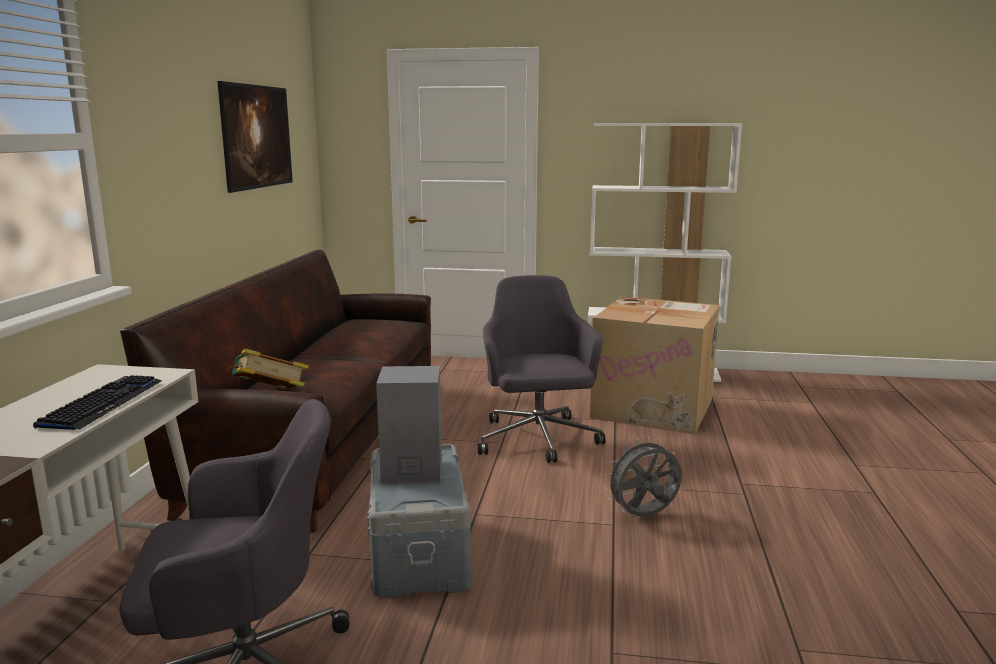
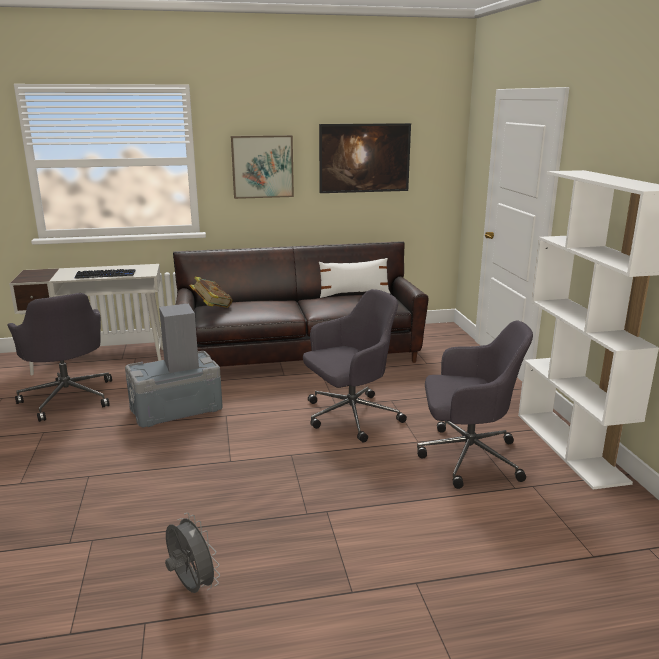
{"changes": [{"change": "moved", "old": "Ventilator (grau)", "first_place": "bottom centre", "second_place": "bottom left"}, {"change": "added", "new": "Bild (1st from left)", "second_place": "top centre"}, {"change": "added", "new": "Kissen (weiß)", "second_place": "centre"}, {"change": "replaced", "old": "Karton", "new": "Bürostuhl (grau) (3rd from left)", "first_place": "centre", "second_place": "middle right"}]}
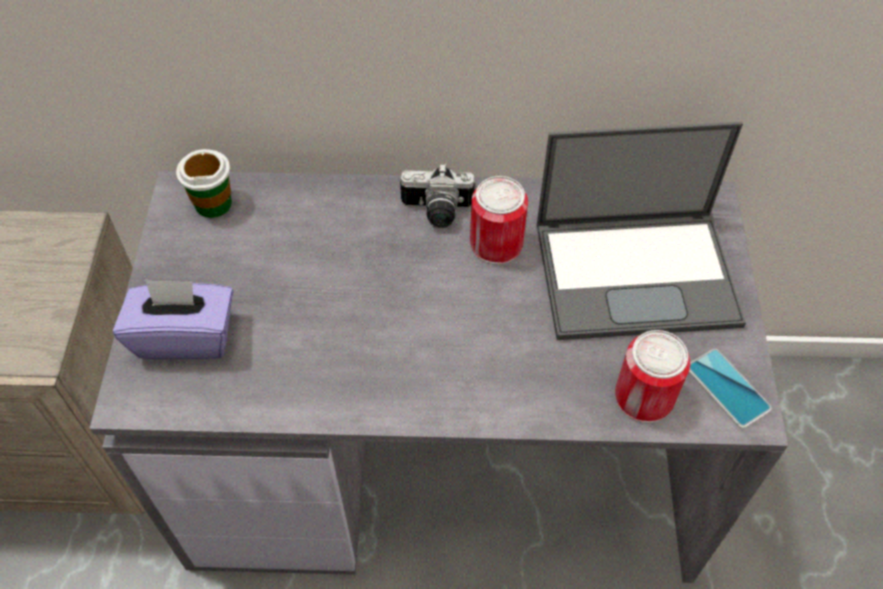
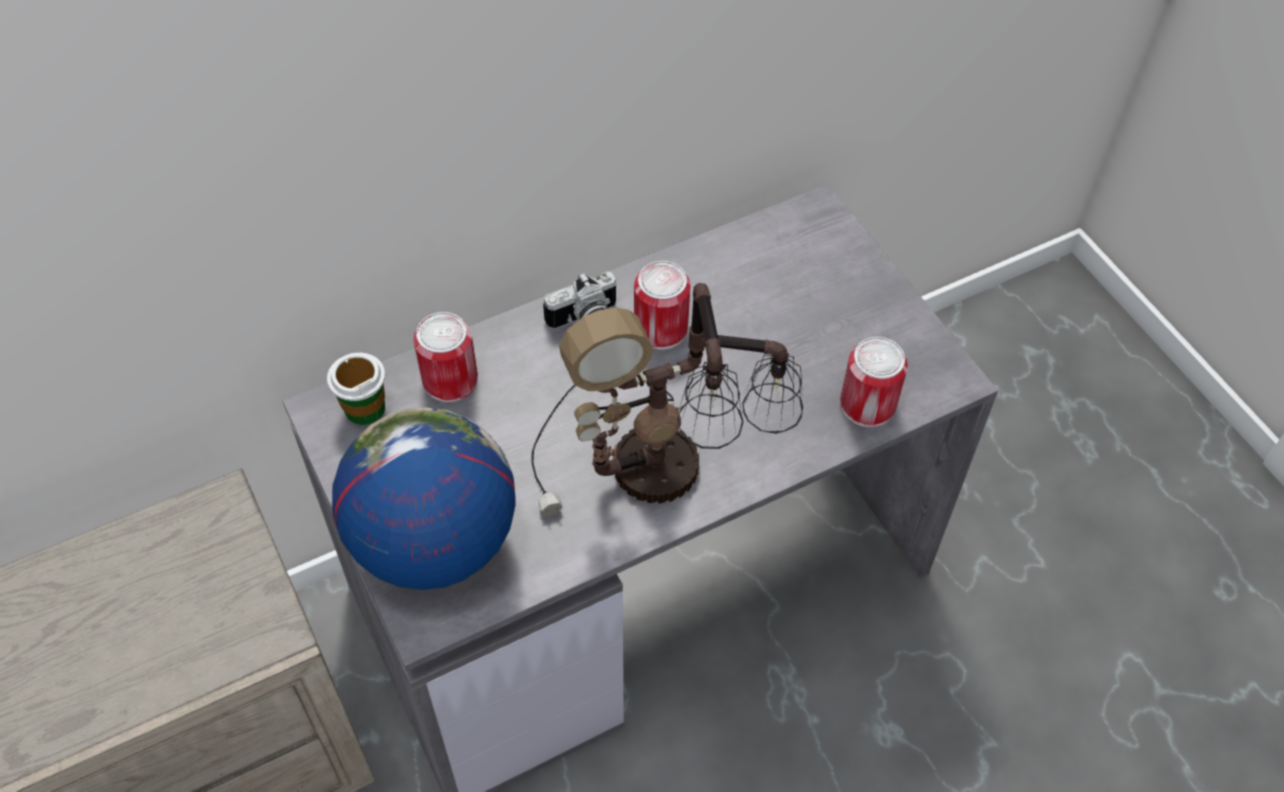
{"changes": [{"change": "replaced", "old": "Taschentuchbox (lila)", "new": "Globus", "first_place": "middle left", "second_place": "middle left"}, {"change": "added", "new": "Dose (1st from left)", "second_place": "centre"}, {"change": "added", "new": "Tischlampe", "second_place": "centre"}, {"change": "removed", "old": "Laptop", "first_place": "middle right"}, {"change": "removed", "old": "Handy", "first_place": "middle right"}]}
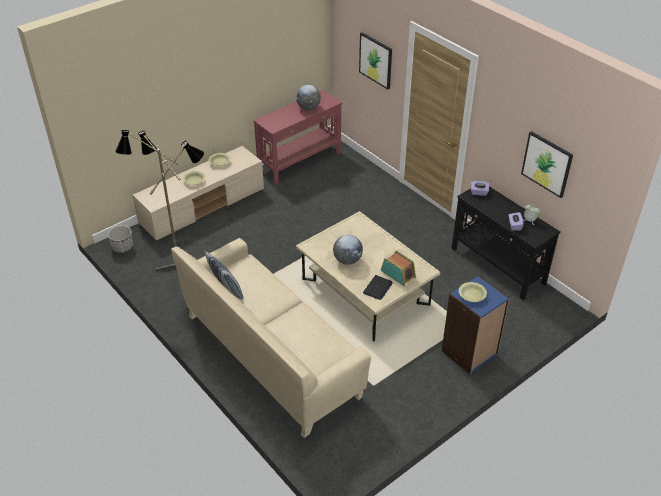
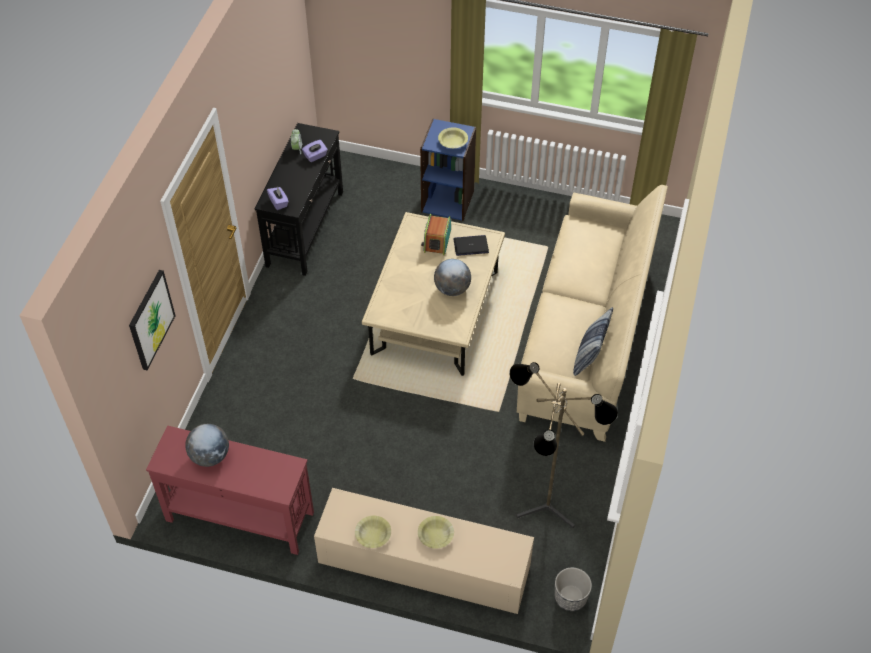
{"changes": [{"change": "removed", "old": "Bild (2nd from left)", "first_place": "top right"}]}
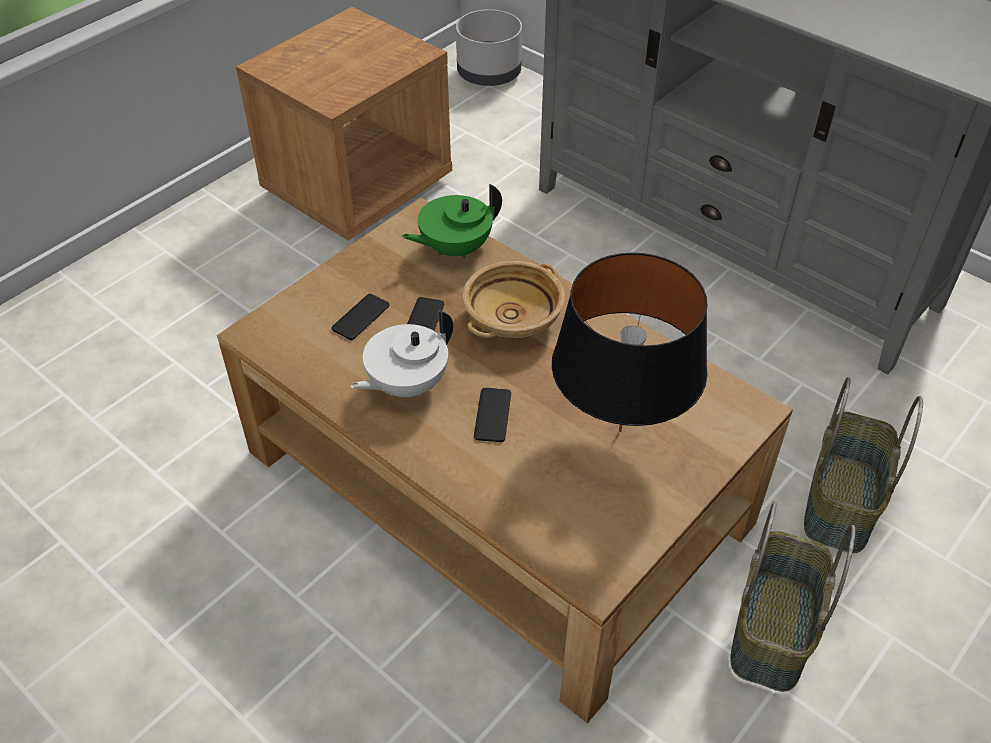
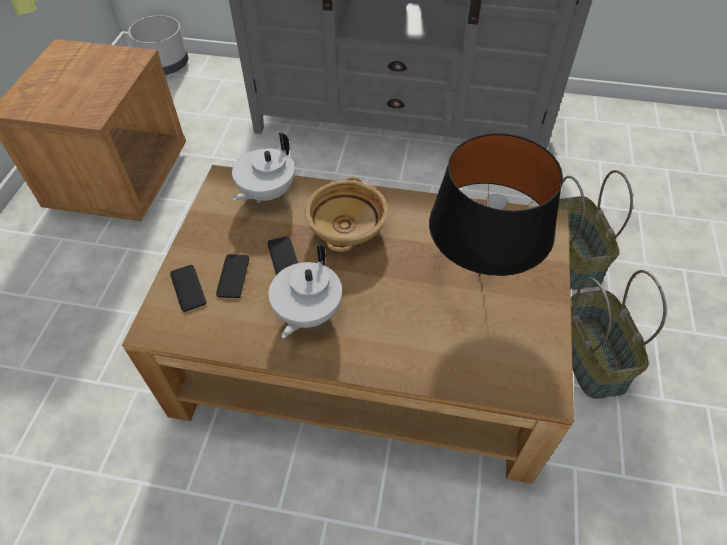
{"changes": [{"change": "moved", "old": "Handy (3rd from left in the first image)", "new": "Handy (1st from left)", "first_place": "centre", "second_place": "middle left"}, {"change": "recoloured", "old": "Teekanne (grün)", "new": "Teekanne (weiß) (1st from left)", "first_place": "top centre", "second_place": "top centre"}]}
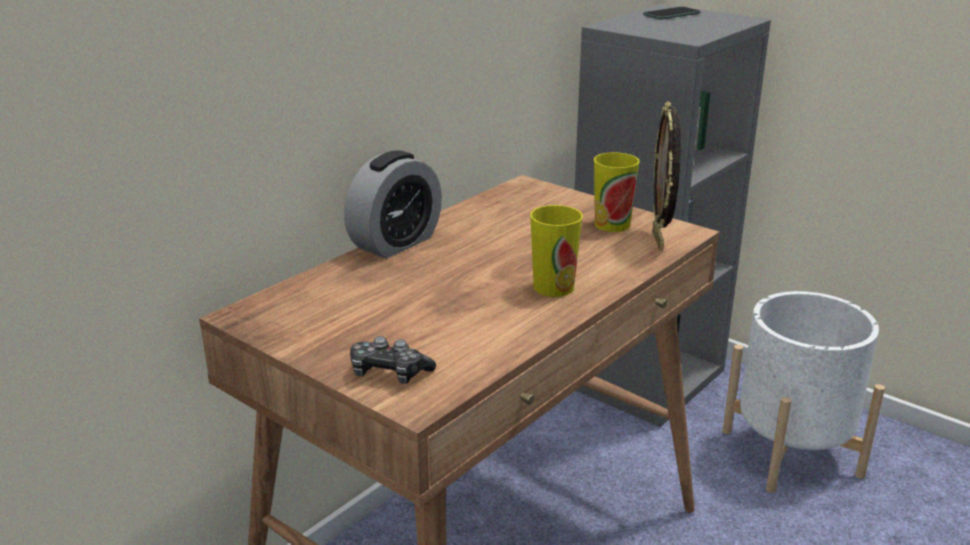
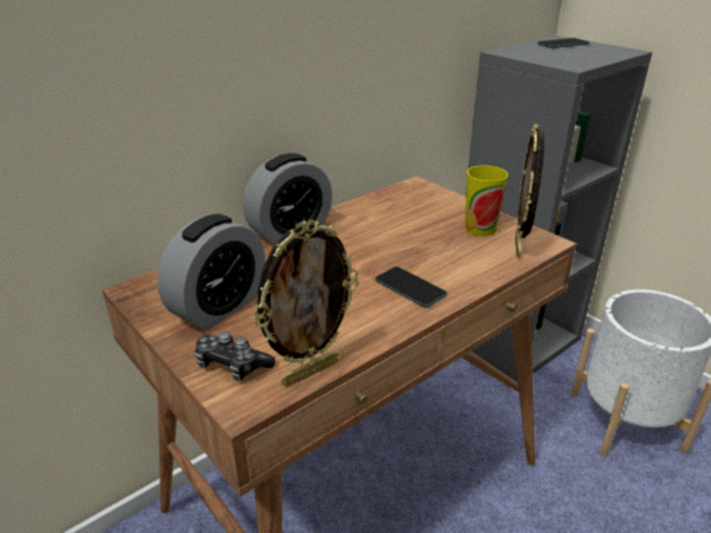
{"changes": [{"change": "added", "new": "Wecker (1st from left)", "second_place": "middle left"}, {"change": "added", "new": "Bilderrahmen (1st from left)", "second_place": "centre"}, {"change": "replaced", "old": "Tasse (1st from left)", "new": "Handy (1st from left)", "first_place": "centre", "second_place": "centre"}]}
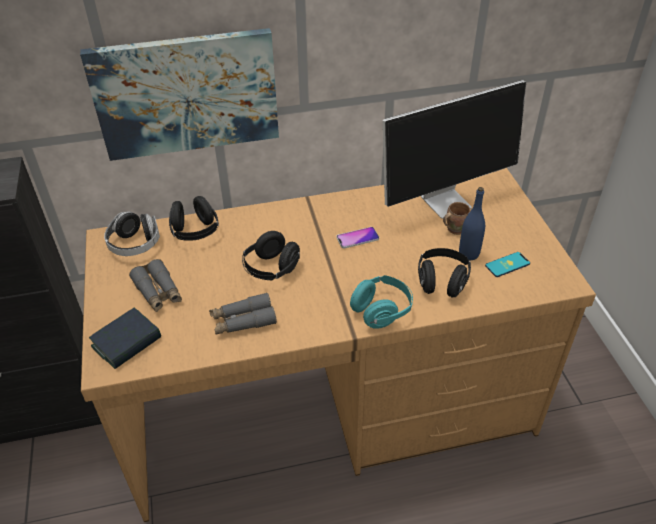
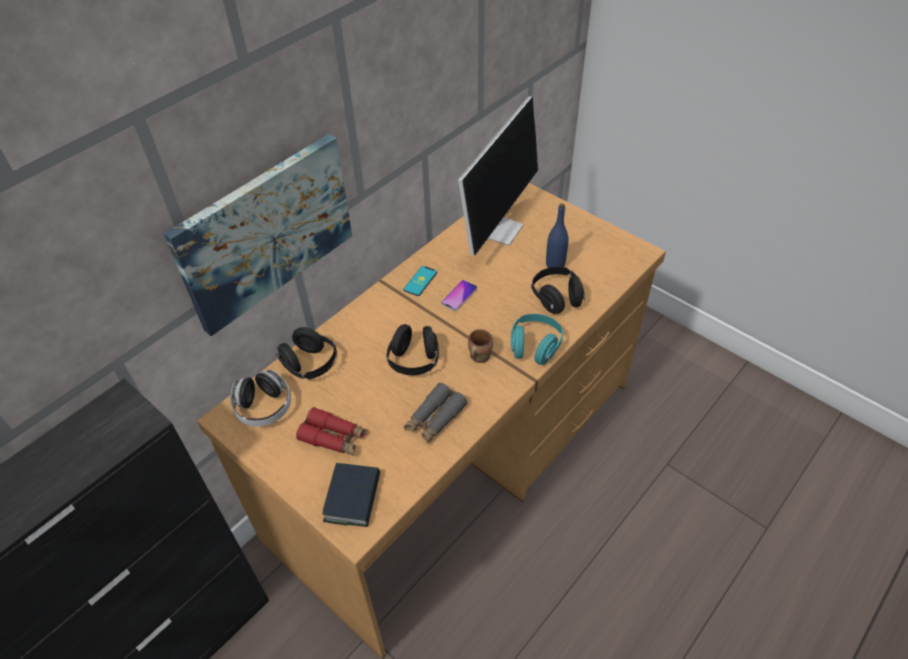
{"changes": [{"change": "recoloured", "old": "Fernglas (grau) (1st from left)", "new": "Fernglas (rot)", "first_place": "middle left", "second_place": "centre"}, {"change": "moved", "old": "Handy (2nd from left in the first image)", "new": "Handy (1st from left)", "first_place": "middle right", "second_place": "centre"}, {"change": "moved", "old": "Henkelbecher (braun)", "first_place": "middle right", "second_place": "centre"}]}
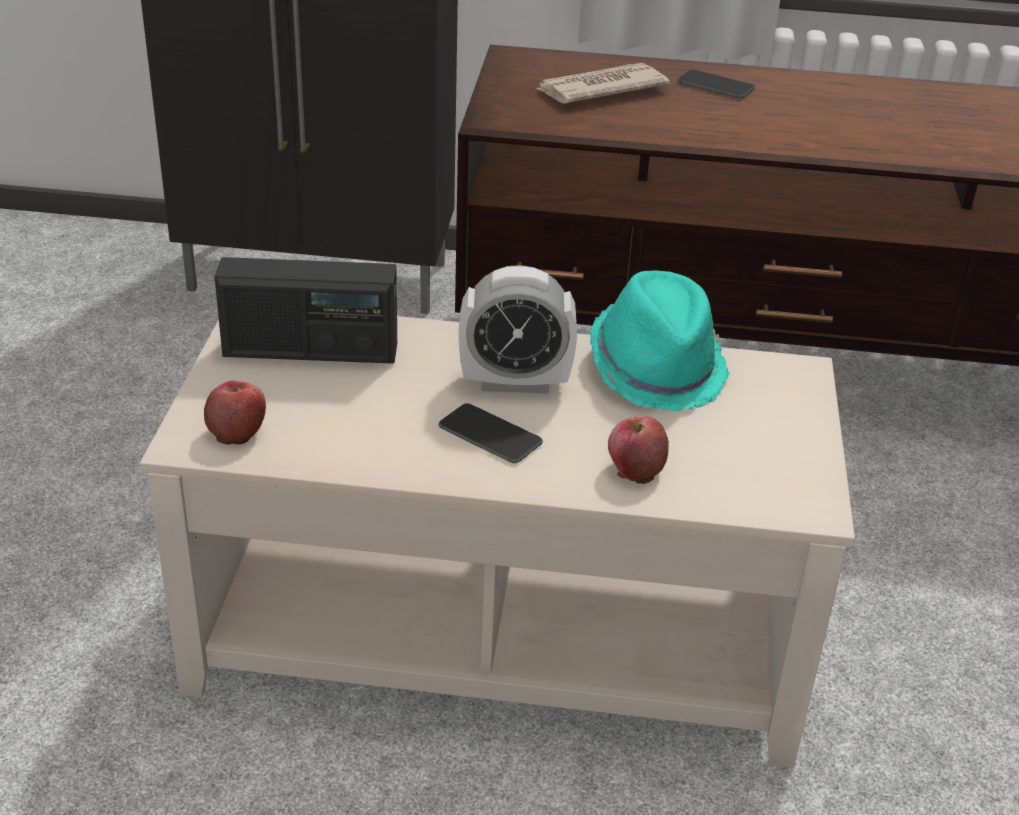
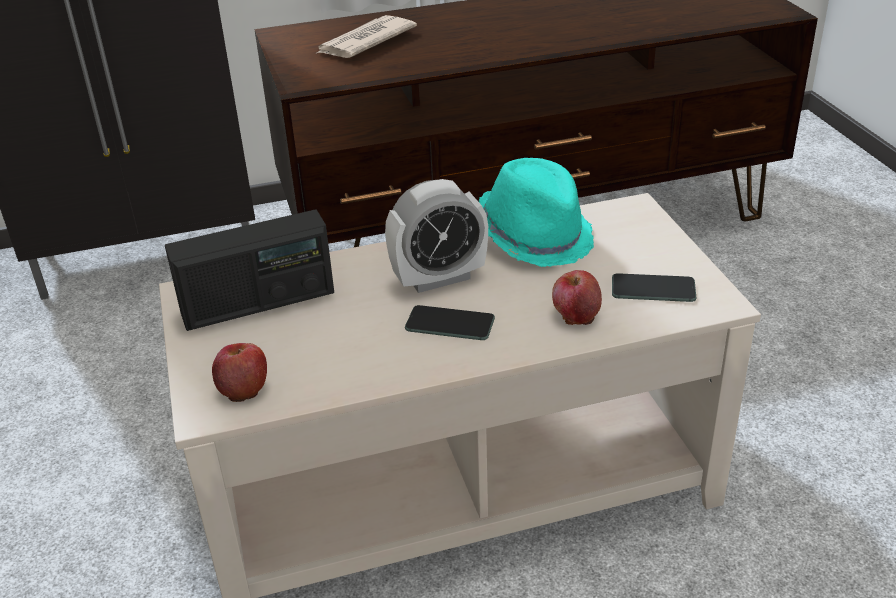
{"changes": [{"change": "moved", "old": "Handy (2nd from left)", "first_place": "top right", "second_place": "middle right"}]}
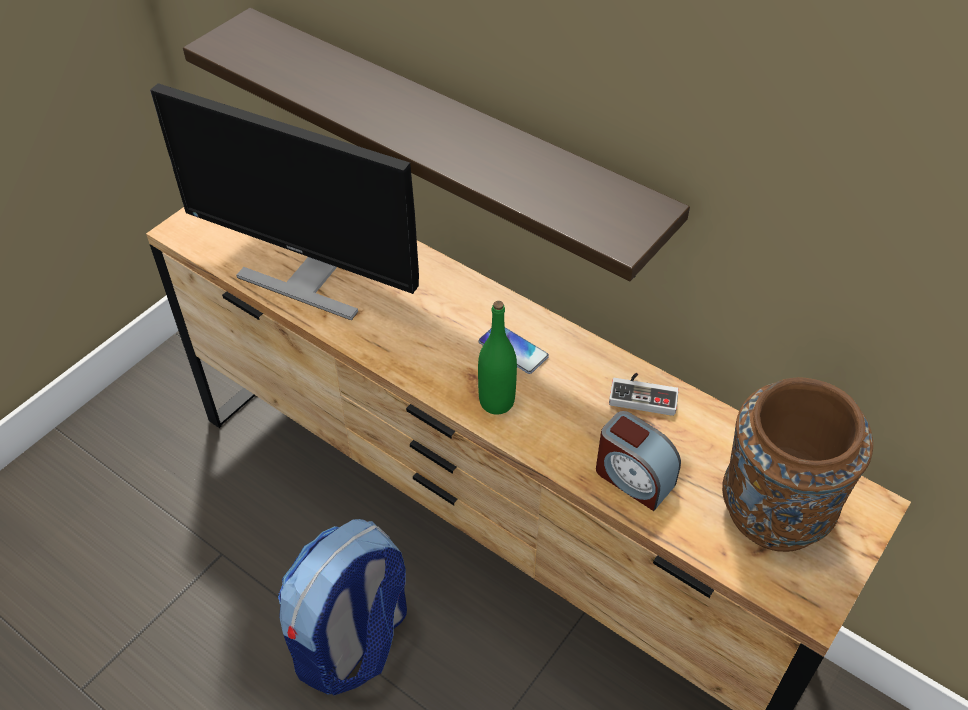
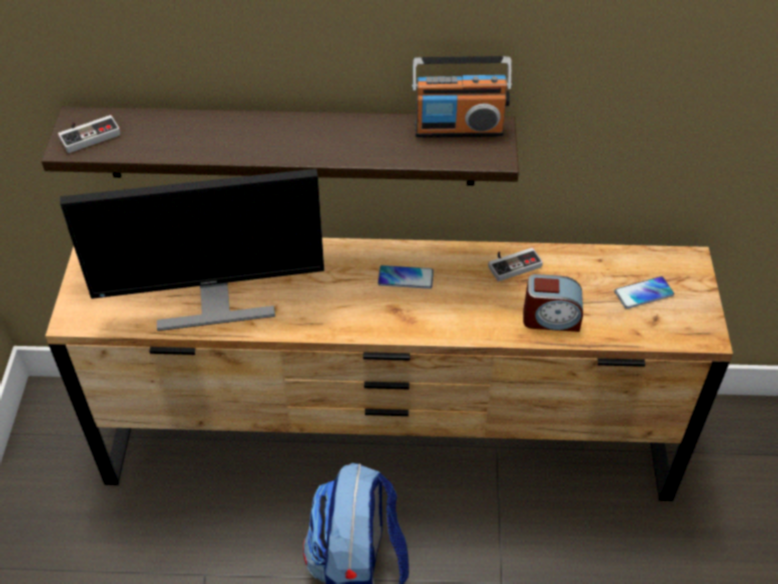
{"changes": [{"change": "added", "new": "Gamepad (1st from left)", "second_place": "top left"}, {"change": "added", "new": "Radio", "second_place": "top centre"}, {"change": "replaced", "old": "Vase (braun)", "new": "Handy (2nd from left)", "first_place": "middle right", "second_place": "middle right"}, {"change": "removed", "old": "Flasche (grün)", "first_place": "centre"}]}
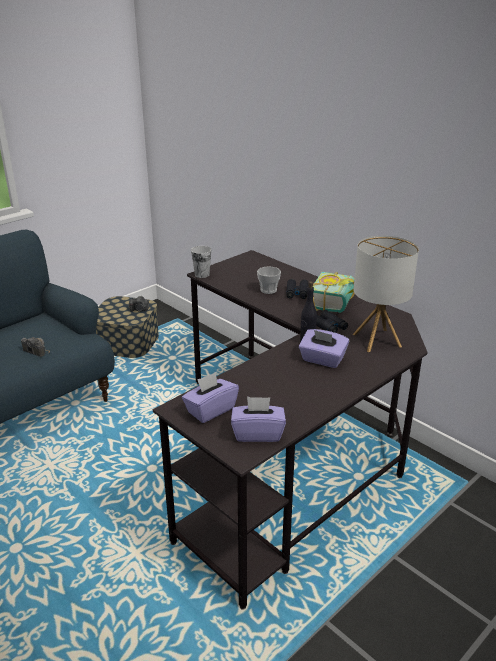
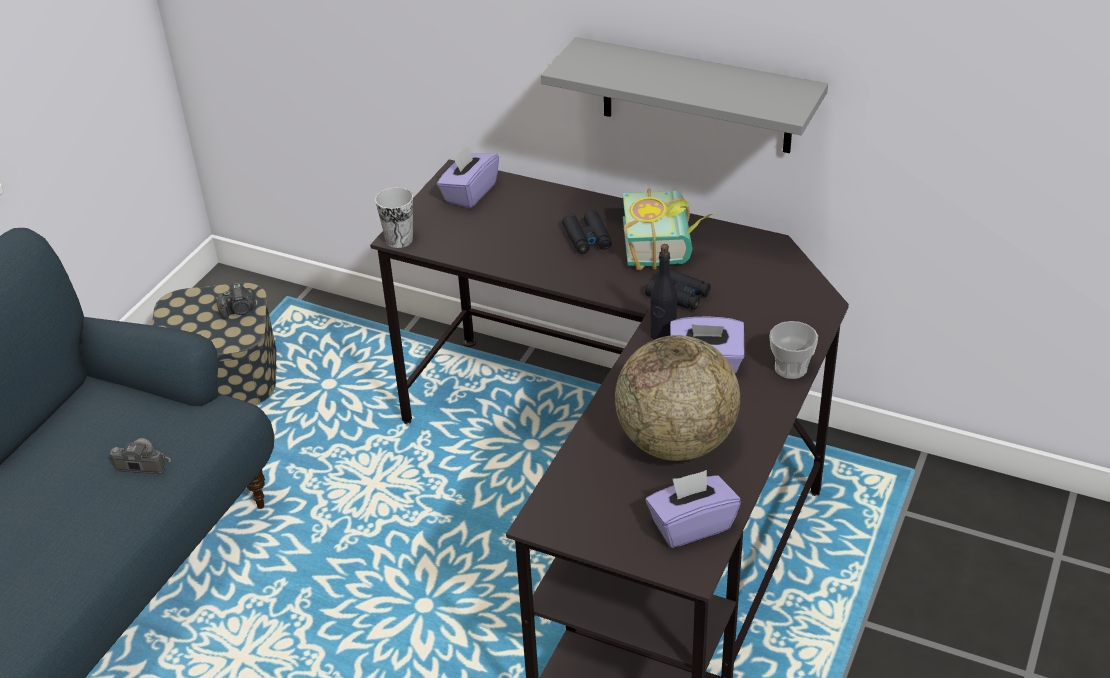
{"changes": [{"change": "moved", "old": "Taschentuchbox (lila) (1st from left)", "first_place": "centre", "second_place": "top centre"}, {"change": "added", "new": "Wandregal (grau)", "second_place": "top centre"}, {"change": "added", "new": "Globus", "second_place": "centre"}, {"change": "moved", "old": "Tasse (2nd from left)", "first_place": "centre", "second_place": "middle right"}, {"change": "removed", "old": "Tischlampe", "first_place": "middle right"}]}
